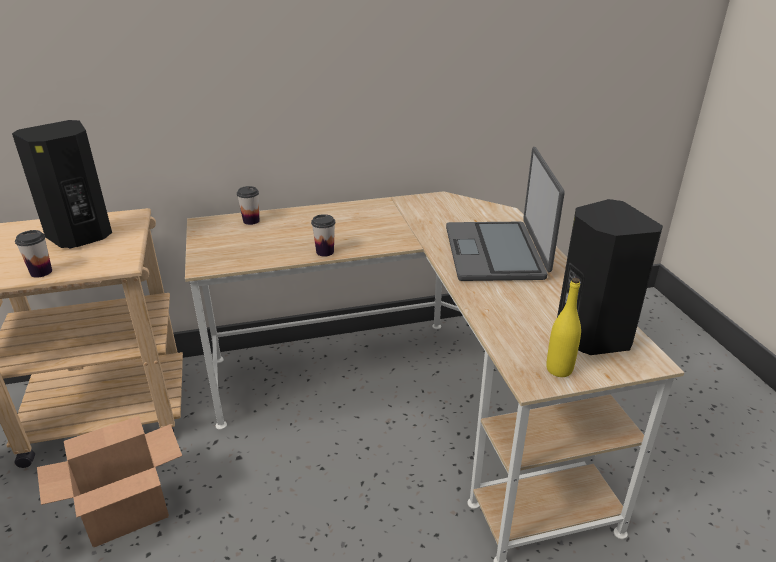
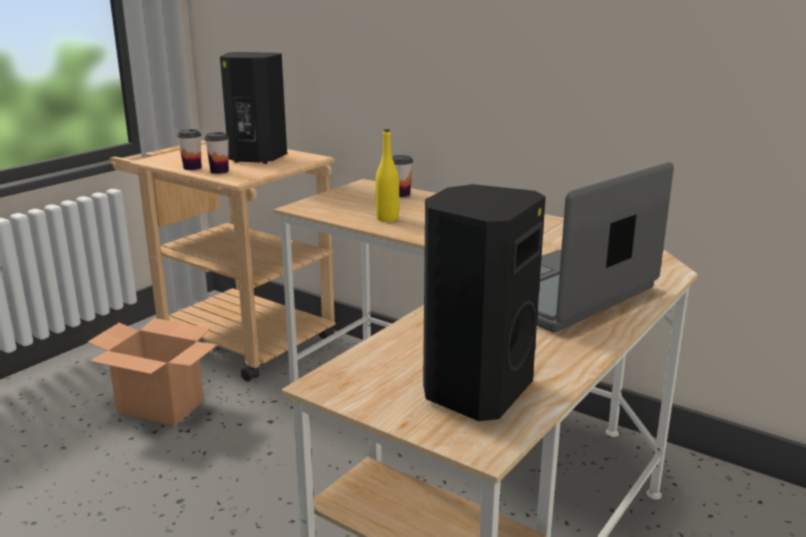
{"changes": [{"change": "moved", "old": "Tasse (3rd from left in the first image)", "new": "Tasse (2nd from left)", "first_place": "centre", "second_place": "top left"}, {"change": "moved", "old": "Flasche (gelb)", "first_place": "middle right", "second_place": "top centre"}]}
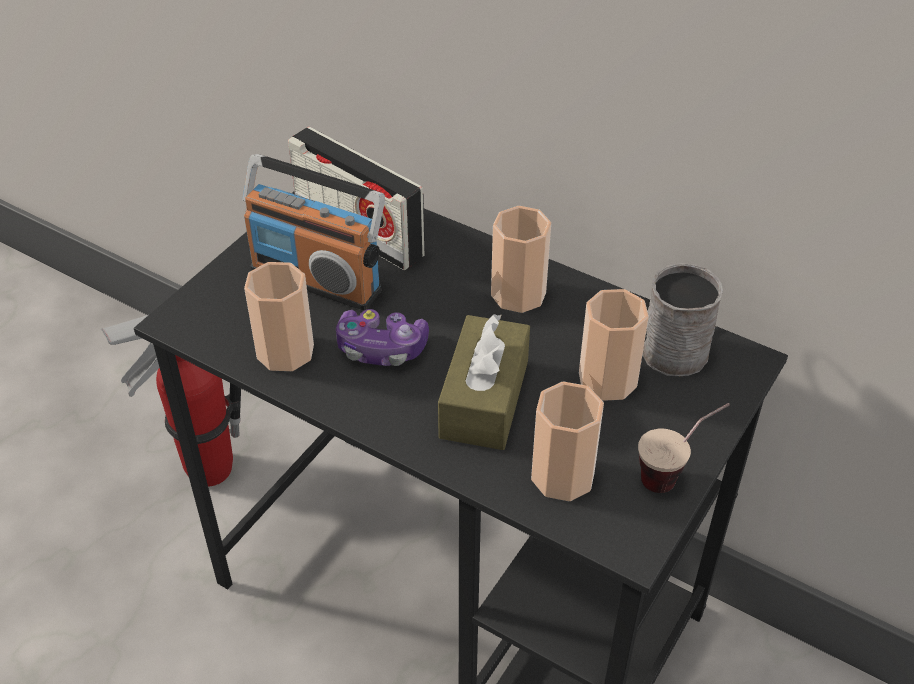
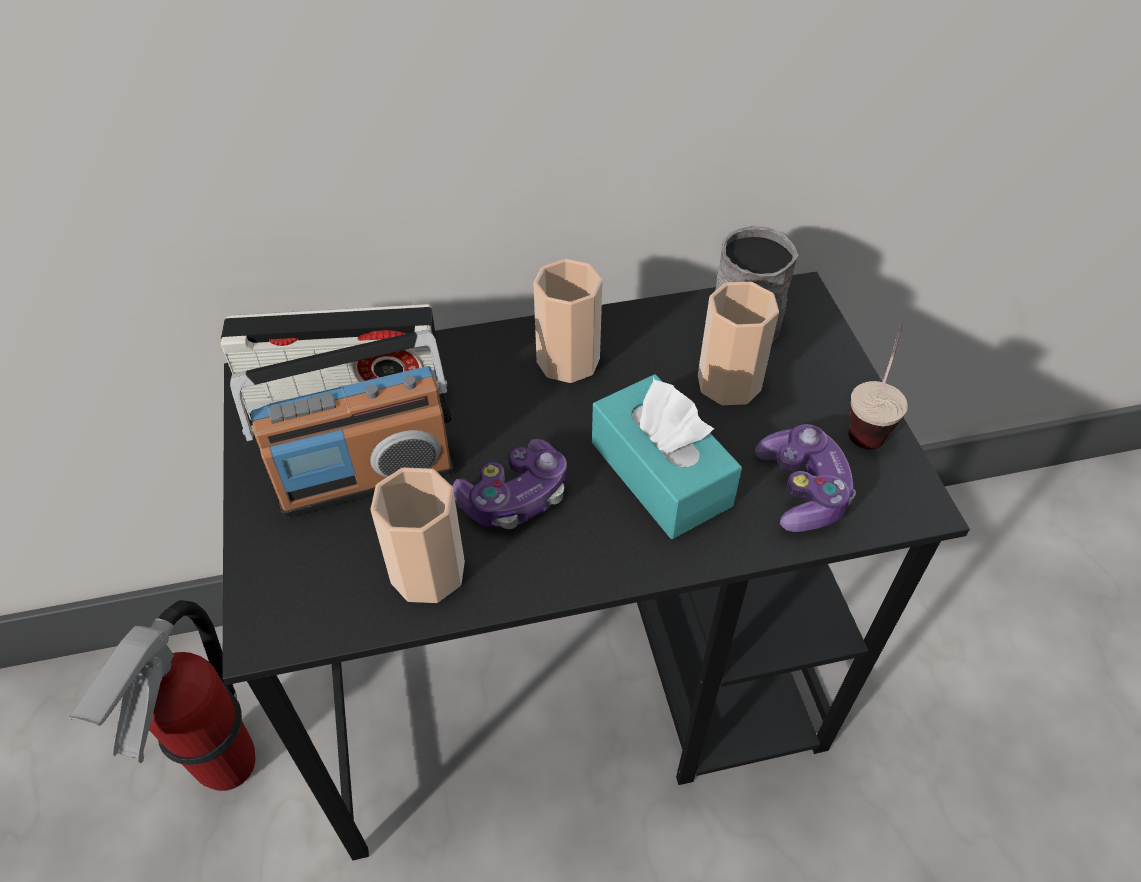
{"changes": [{"change": "recoloured", "old": "Taschentuchbox (braun)", "new": "Taschentuchbox (türkis)", "first_place": "centre", "second_place": "centre"}, {"change": "replaced", "old": "Tasse (3rd from left)", "new": "Gamepad (2nd from left)", "first_place": "centre", "second_place": "middle right"}]}
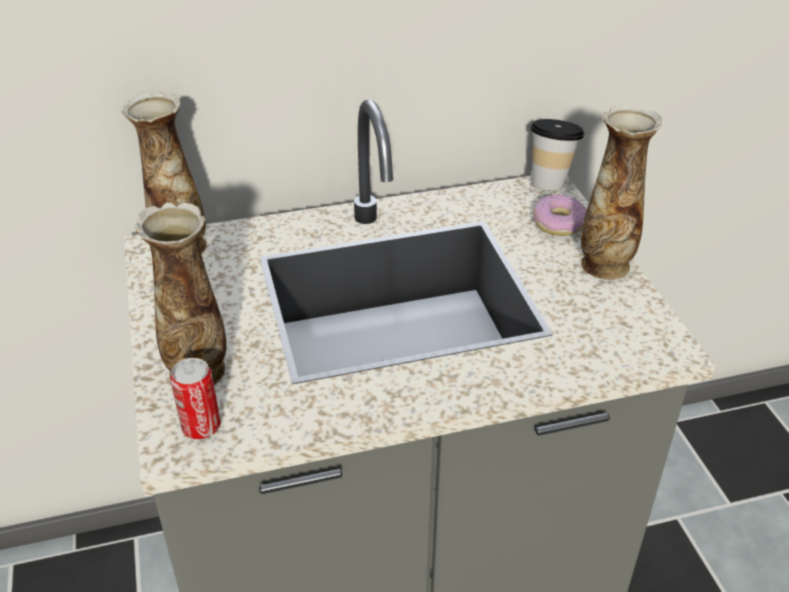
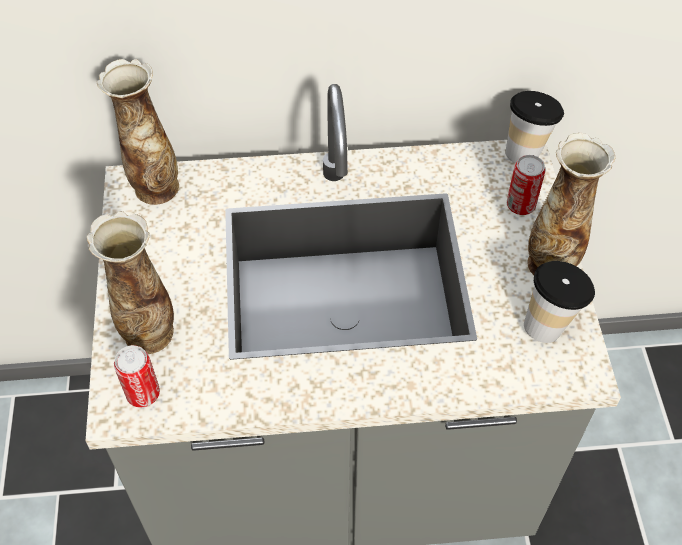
{"changes": [{"change": "replaced", "old": "Donut", "new": "Dose (2nd from left)", "first_place": "middle right", "second_place": "middle right"}, {"change": "added", "new": "Tasse (2nd from left)", "second_place": "middle right"}]}
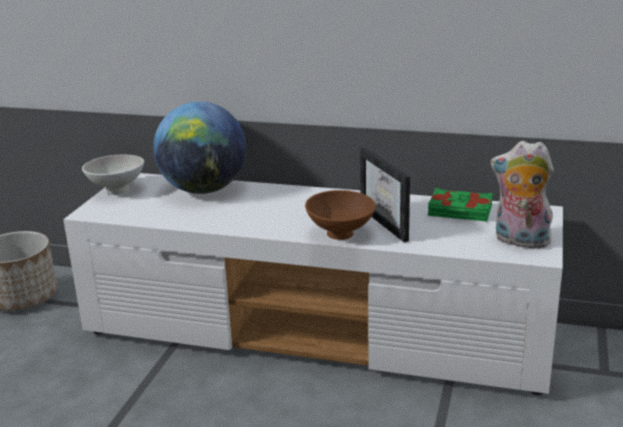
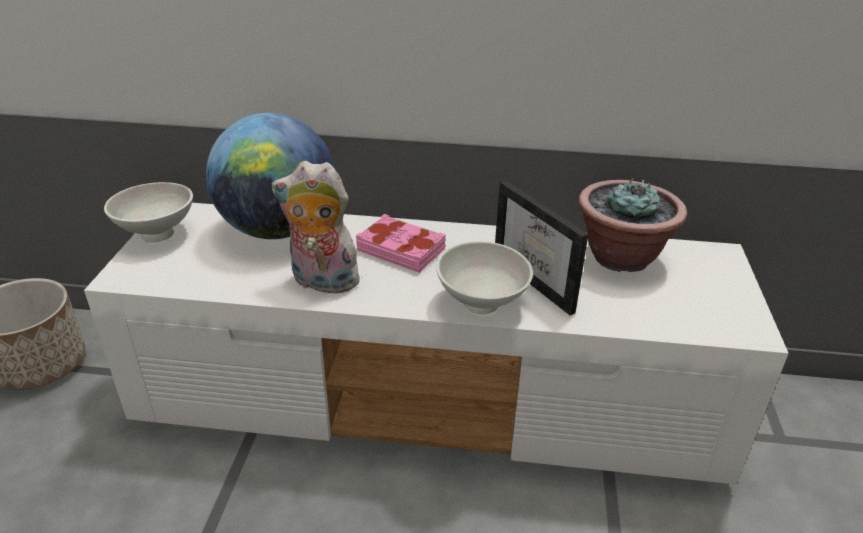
{"changes": [{"change": "moved", "old": "Plüschtier", "first_place": "middle right", "second_place": "centre"}, {"change": "added", "new": "Buch (rosa)", "second_place": "centre"}, {"change": "recoloured", "old": "Schüssel (braun)", "new": "Schüssel (weiß) (2nd from left)", "first_place": "centre", "second_place": "centre"}, {"change": "replaced", "old": "Buch (grün)", "new": "Topfpflanze", "first_place": "middle right", "second_place": "middle right"}]}
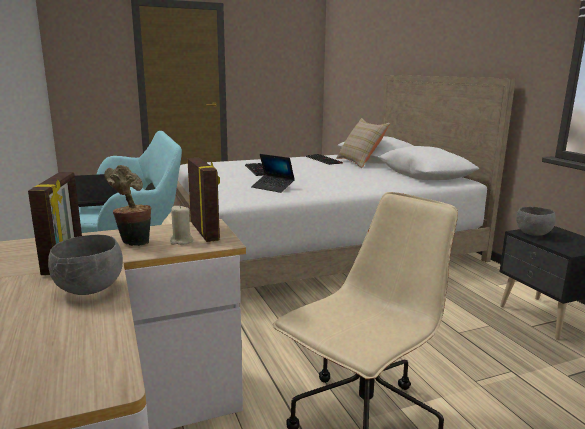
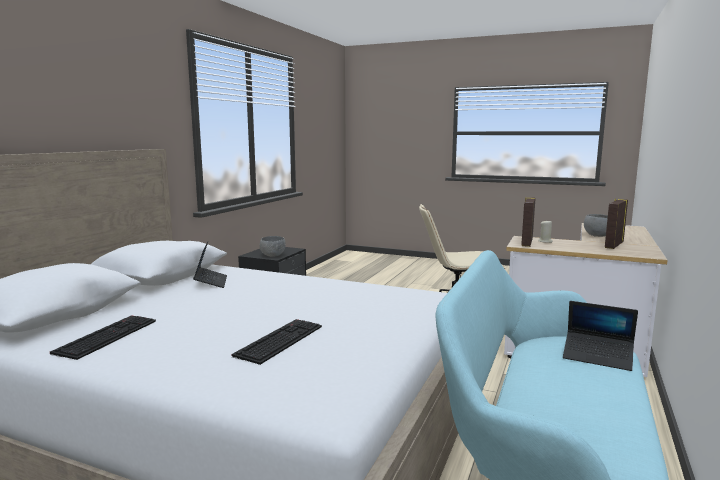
{"changes": [{"change": "moved", "old": "Laptop (2nd from left in the first image)", "new": "Laptop (1st from left)", "first_place": "centre", "second_place": "middle left"}, {"change": "removed", "old": "Topfpflanze", "first_place": "middle left"}, {"change": "removed", "old": "Kissen (beige)", "first_place": "centre"}]}
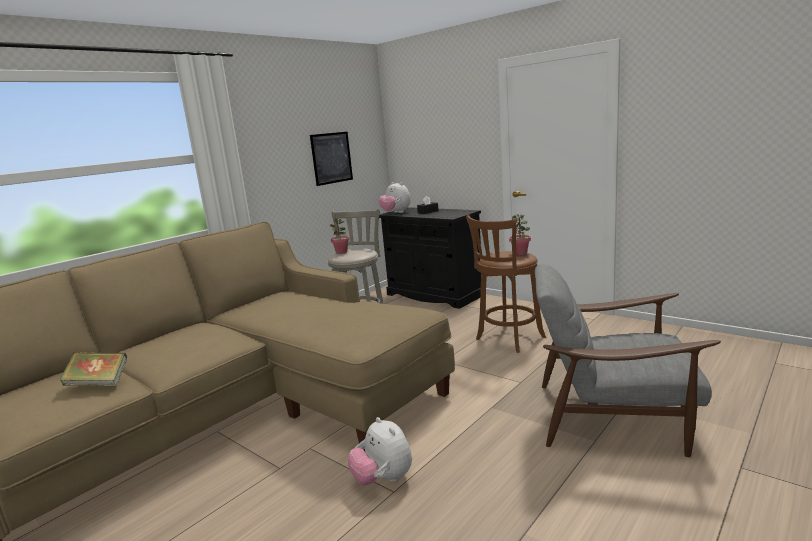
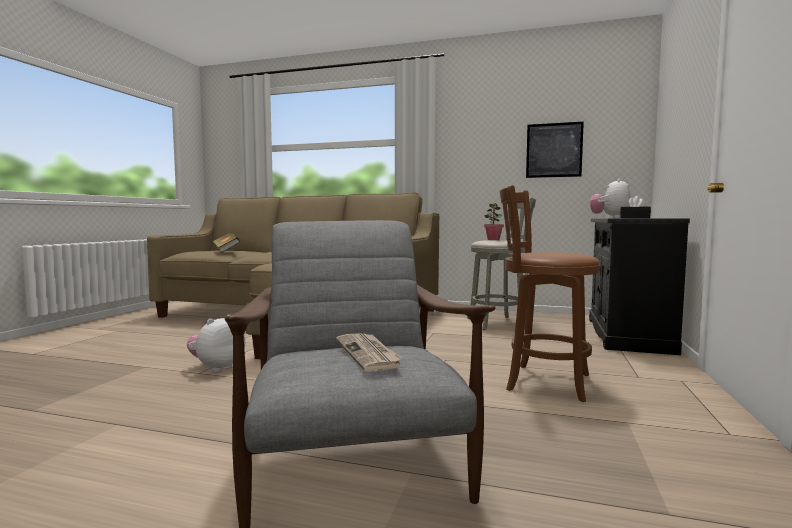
{"changes": [{"change": "added", "new": "Zeitung", "second_place": "bottom centre"}, {"change": "removed", "old": "Topfpflanze (2nd from left)", "first_place": "centre"}]}
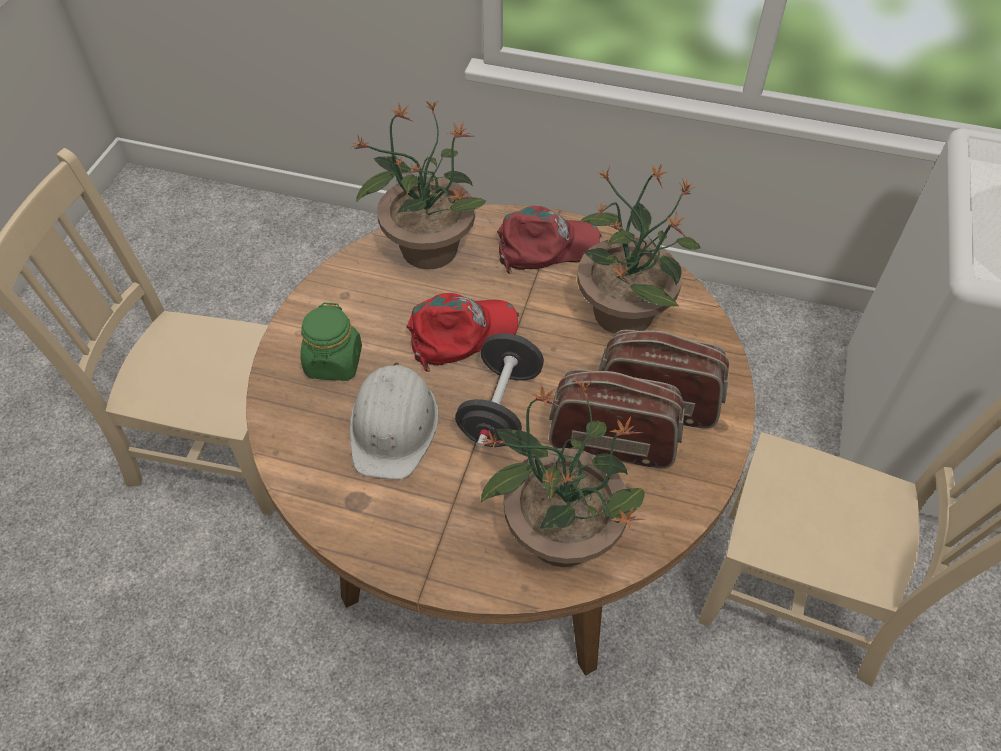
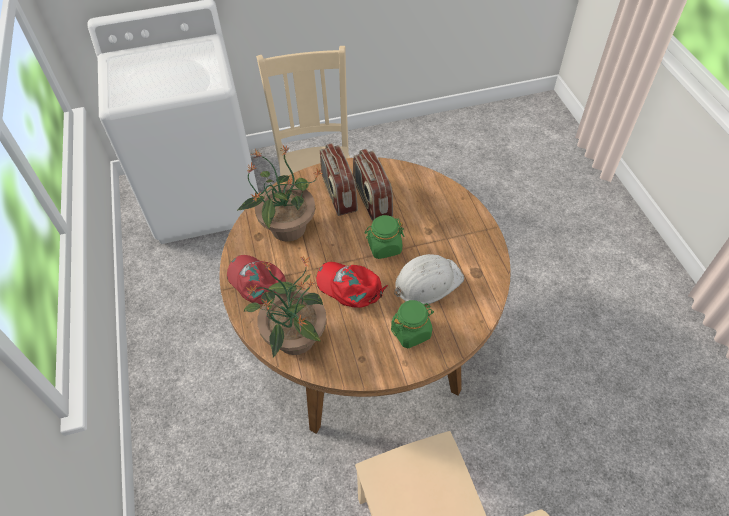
{"changes": [{"change": "replaced", "old": "Hantel (schwarz)", "new": "Vorratsglas (grün) (1st from left)", "first_place": "centre", "second_place": "centre"}, {"change": "removed", "old": "Topfpflanze (2nd from left)", "first_place": "centre"}]}
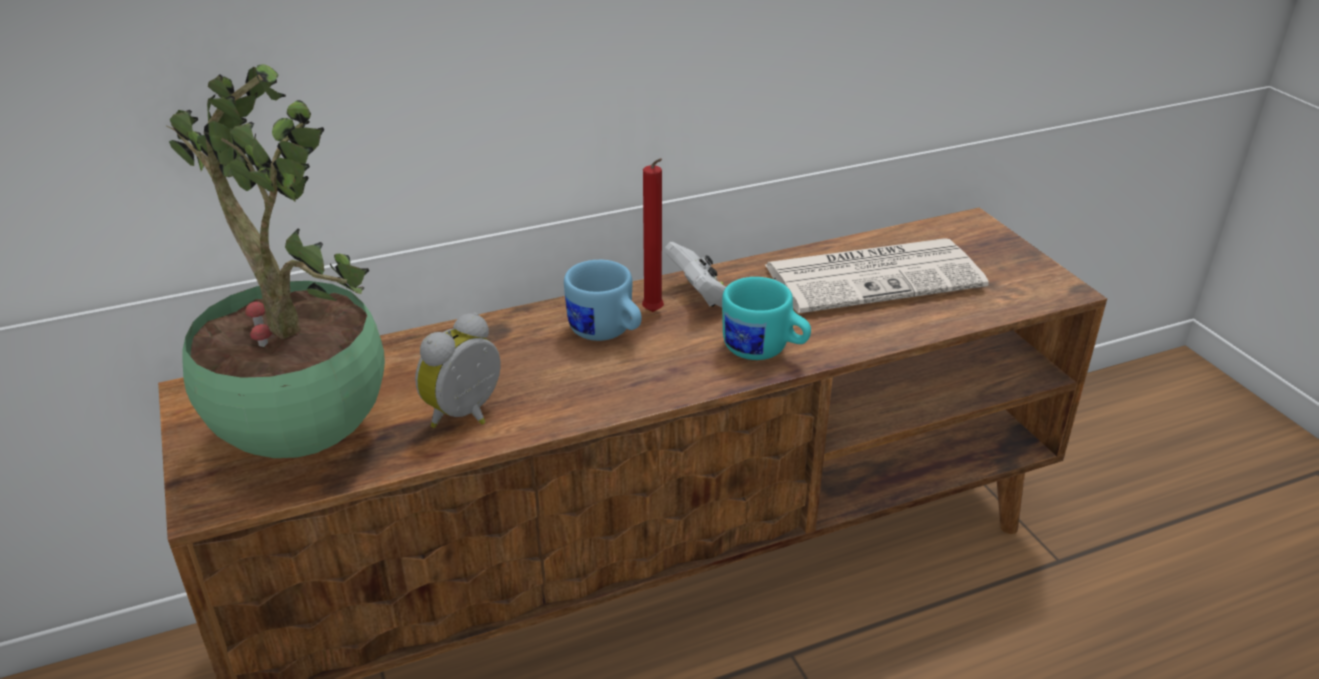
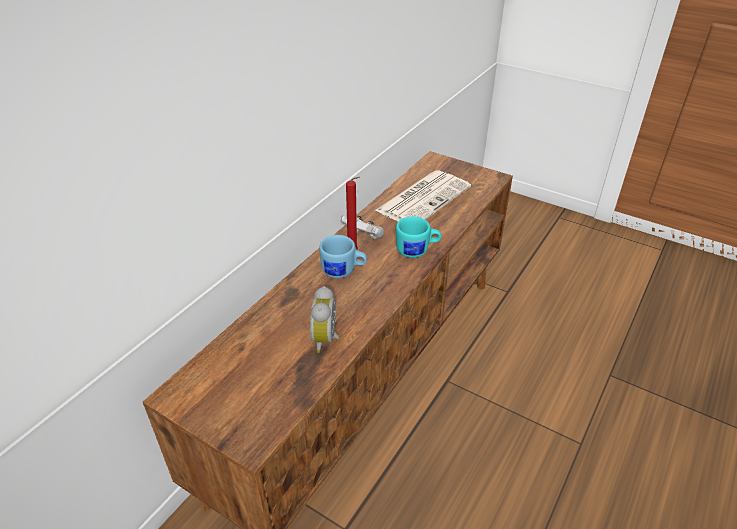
{"changes": [{"change": "removed", "old": "Topfpflanze", "first_place": "middle left"}]}
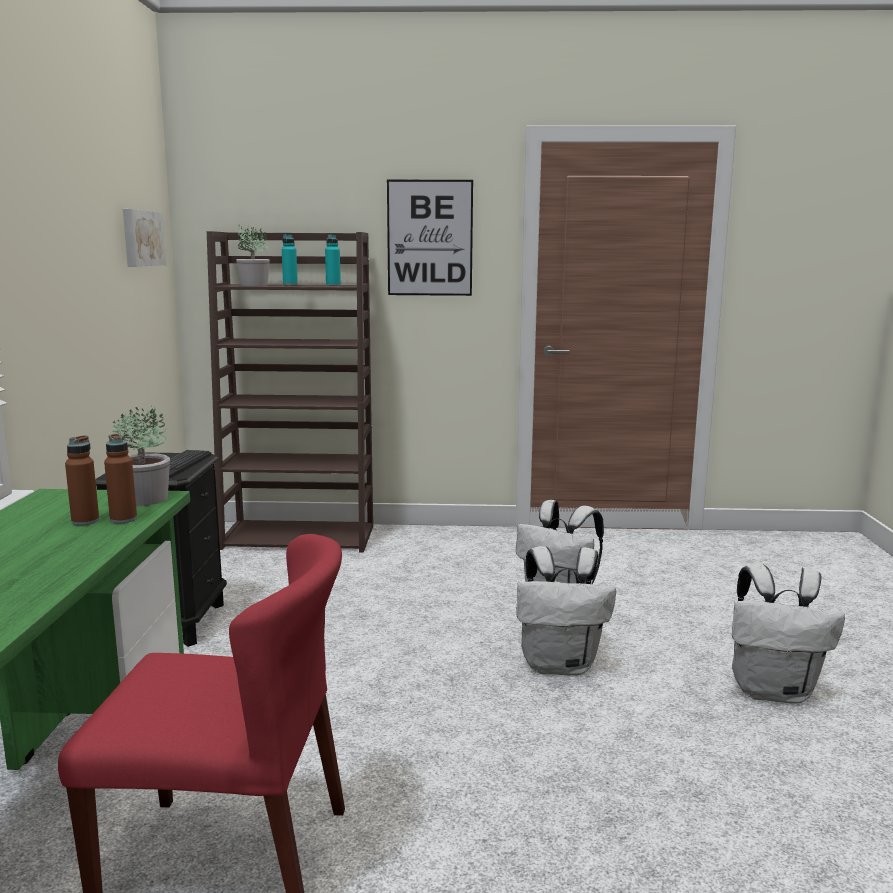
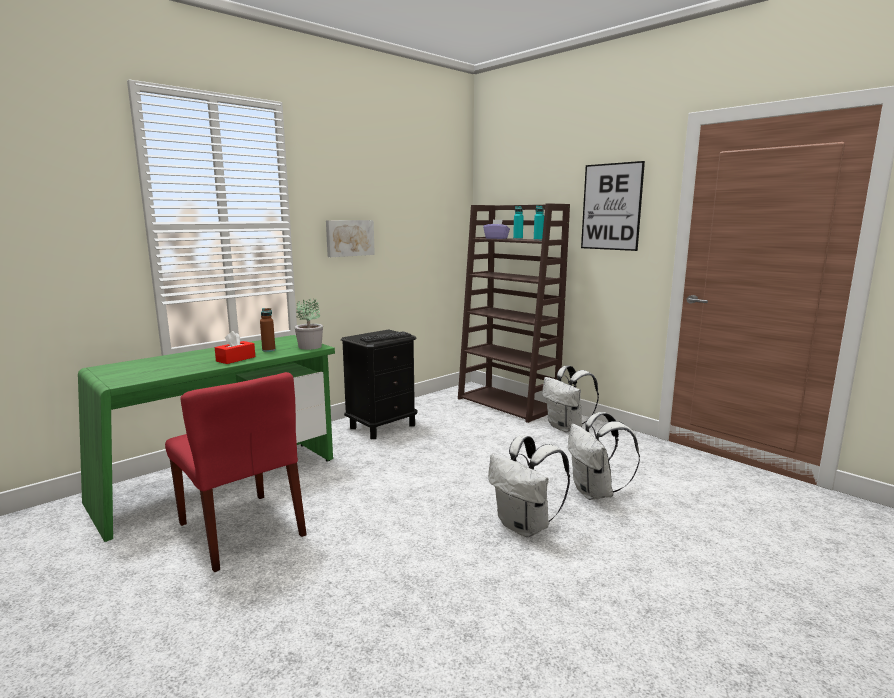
{"changes": [{"change": "added", "new": "Taschentuchbox (rot)", "second_place": "middle left"}, {"change": "moved", "old": "Bild (1st from left)", "first_place": "top left", "second_place": "centre"}, {"change": "replaced", "old": "Topfpflanze (2nd from left)", "new": "Taschentuchbox (lila)", "first_place": "top left", "second_place": "top centre"}, {"change": "moved", "old": "Rucksack (weiß) (3rd from left in the first image)", "new": "Rucksack (weiß) (2nd from left)", "first_place": "bottom right", "second_place": "centre"}, {"change": "removed", "old": "Flasche (braun) (2nd from left)", "first_place": "middle left"}]}
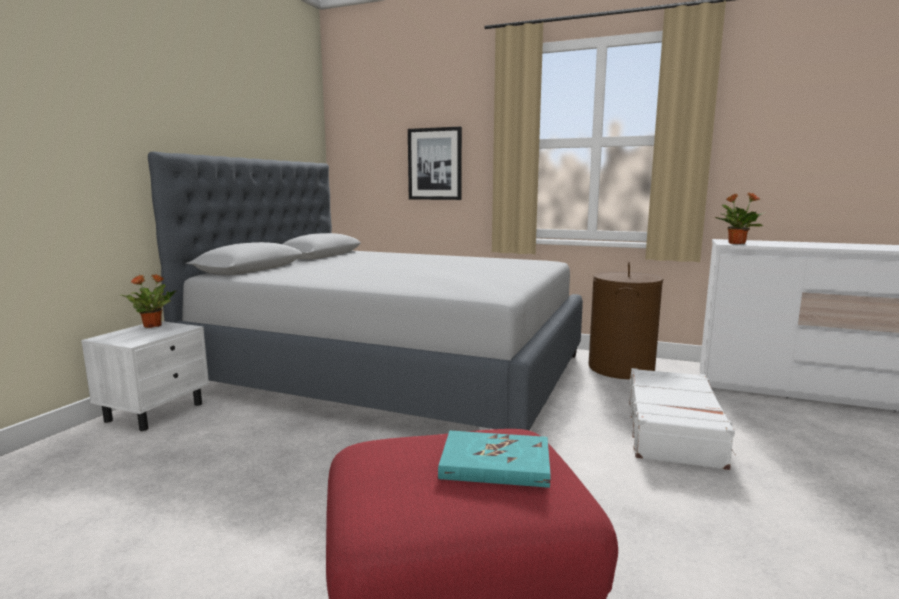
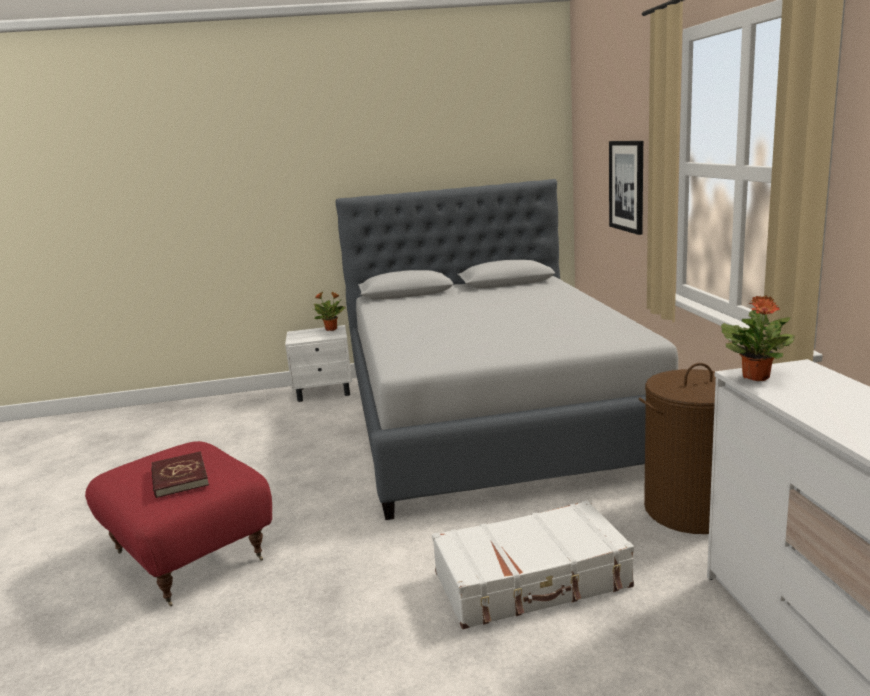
{"changes": [{"change": "recoloured", "old": "Buch (türkis)", "new": "Buch (rot)", "first_place": "bottom centre", "second_place": "bottom left"}]}
